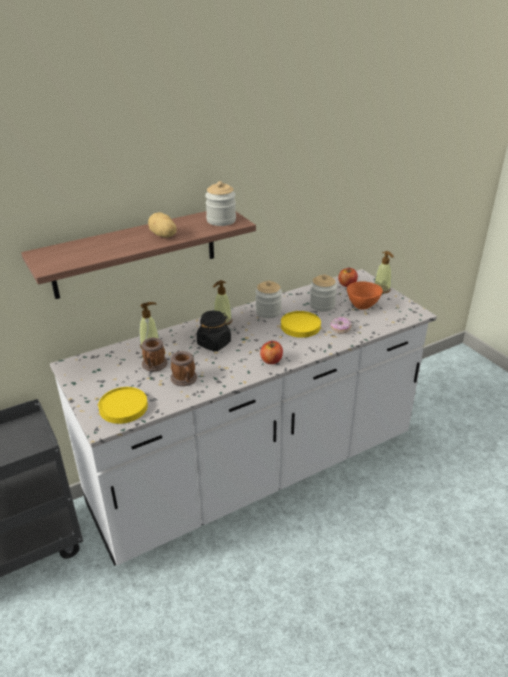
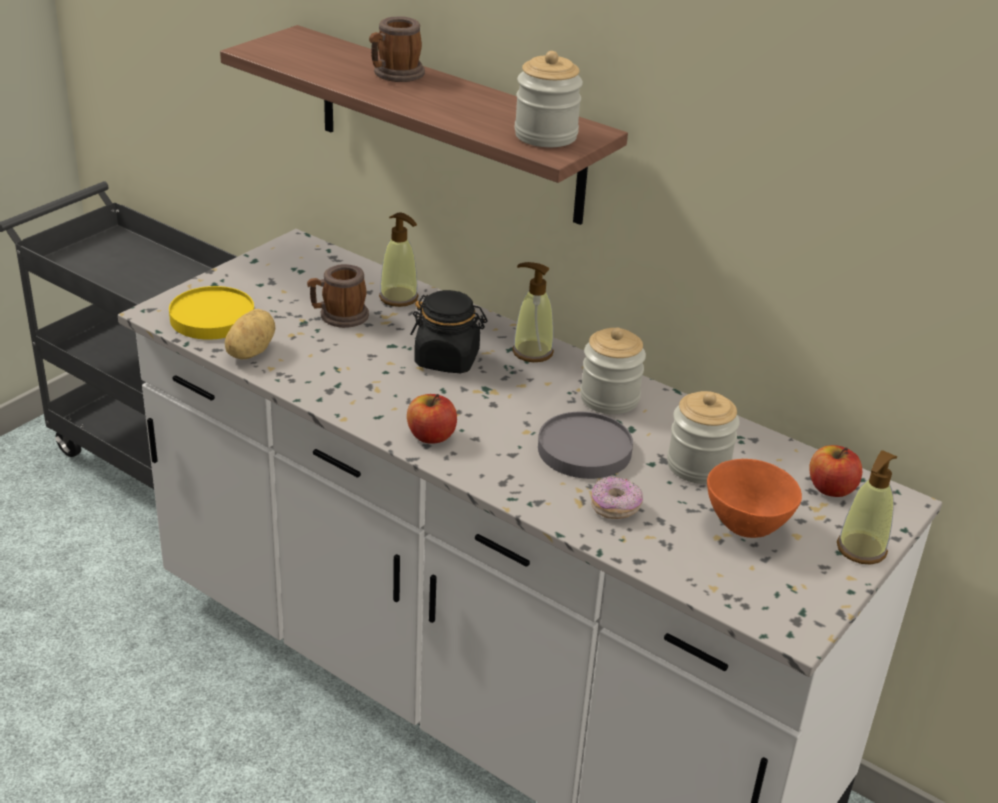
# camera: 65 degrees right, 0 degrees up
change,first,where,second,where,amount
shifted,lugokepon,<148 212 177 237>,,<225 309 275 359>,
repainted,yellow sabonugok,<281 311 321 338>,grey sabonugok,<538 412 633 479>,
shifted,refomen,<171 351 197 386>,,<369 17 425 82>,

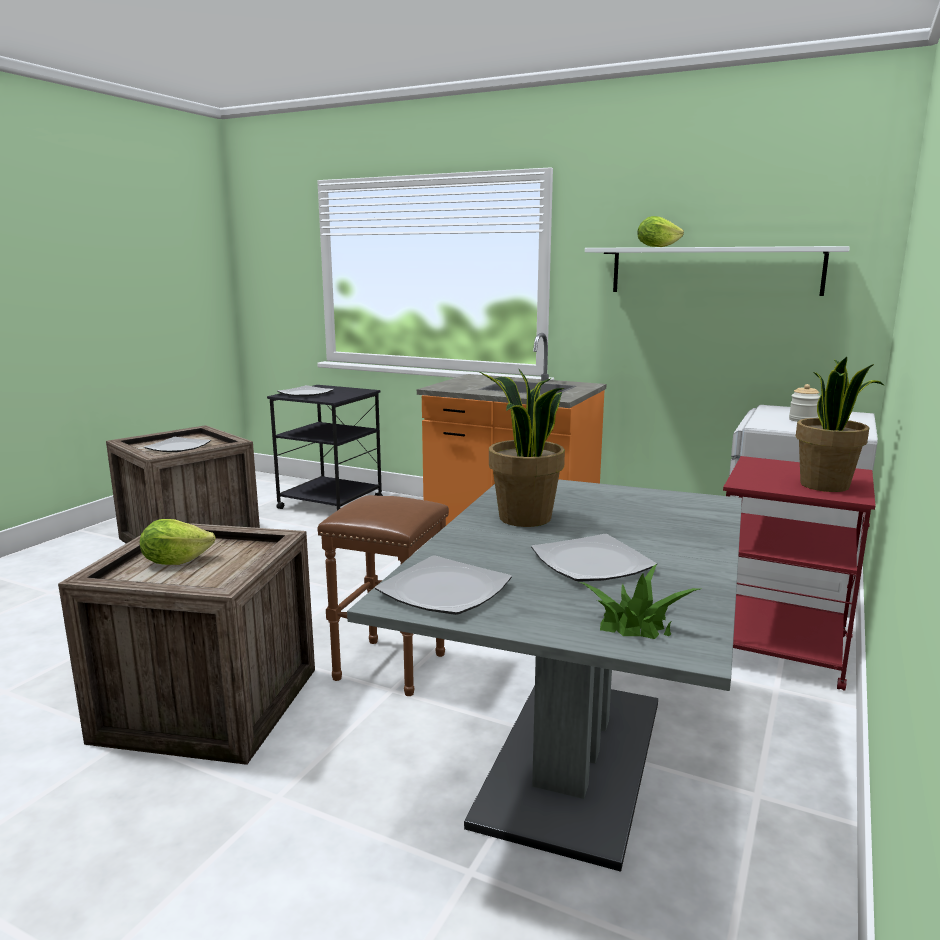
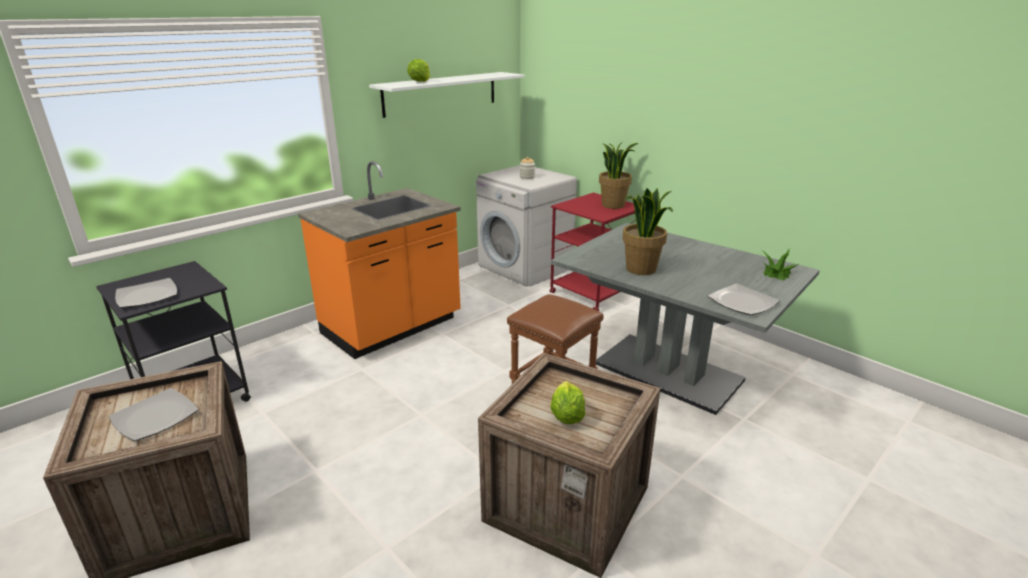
# camera: 70 degrees left, 10 degrees up
change,first,where,second,where,amount
gone,sabonugok,<531 534 657 582>,,,

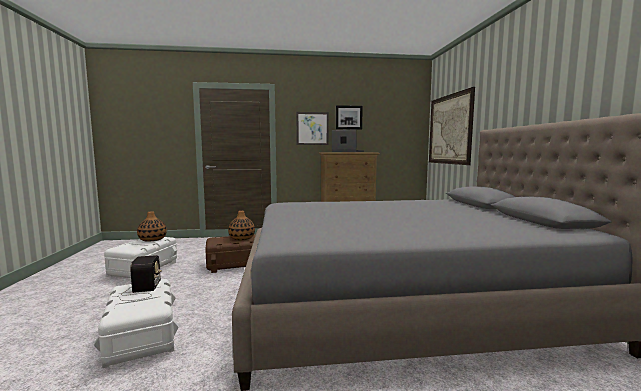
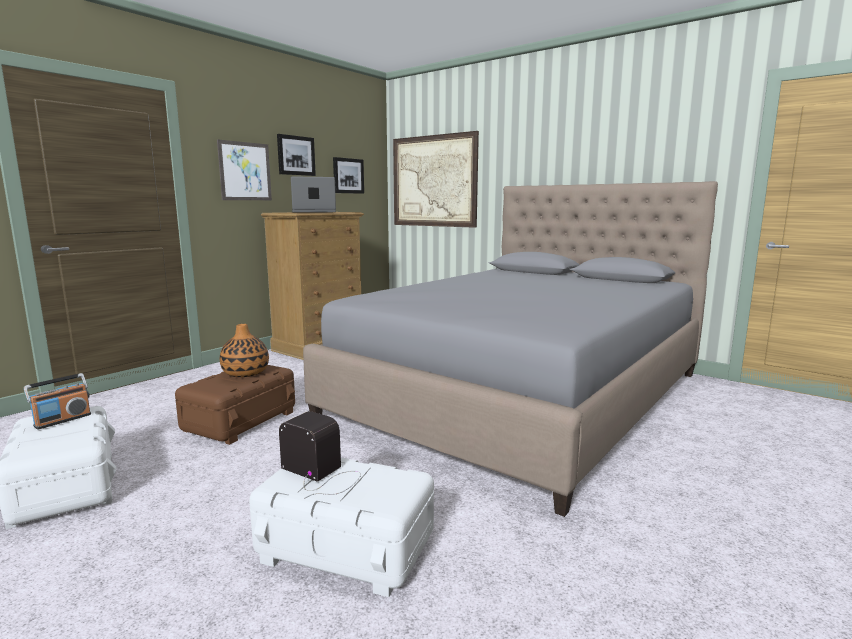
# camera: 45 degrees left, 5 degrees up
change,first,where,second,where,amount
swapped,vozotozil,<137 211 167 242>,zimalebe,<24 373 91 430>,
new,,,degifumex,<333 157 364 194>,

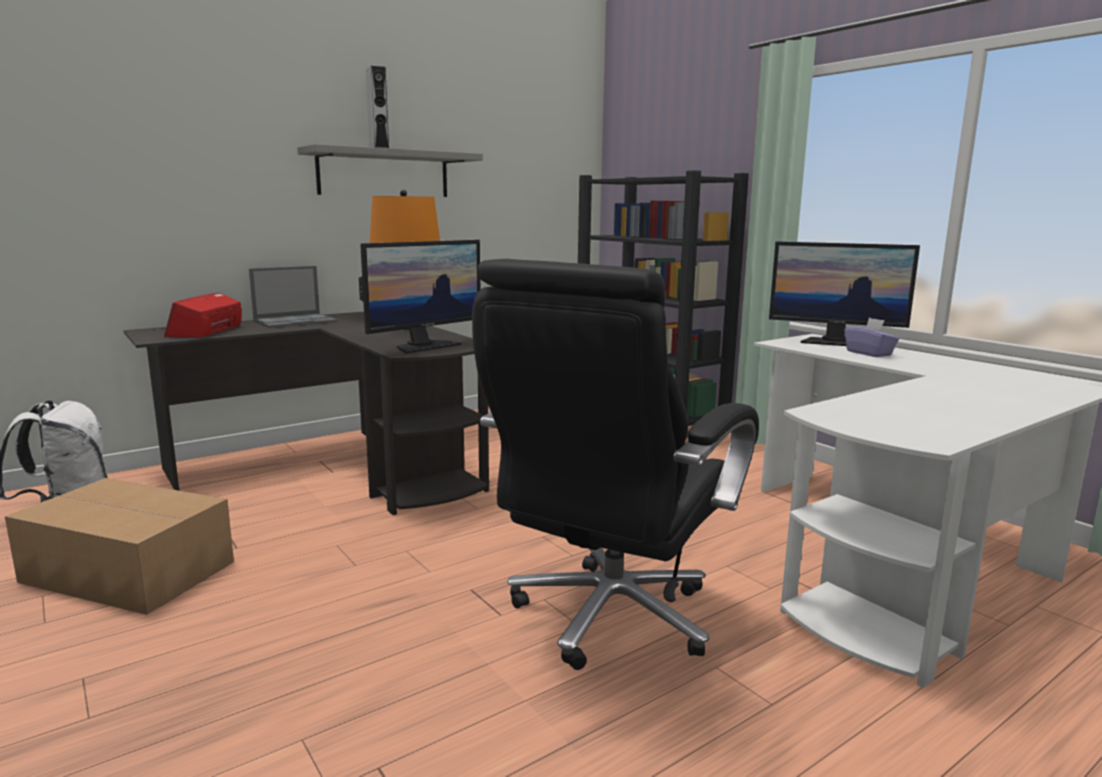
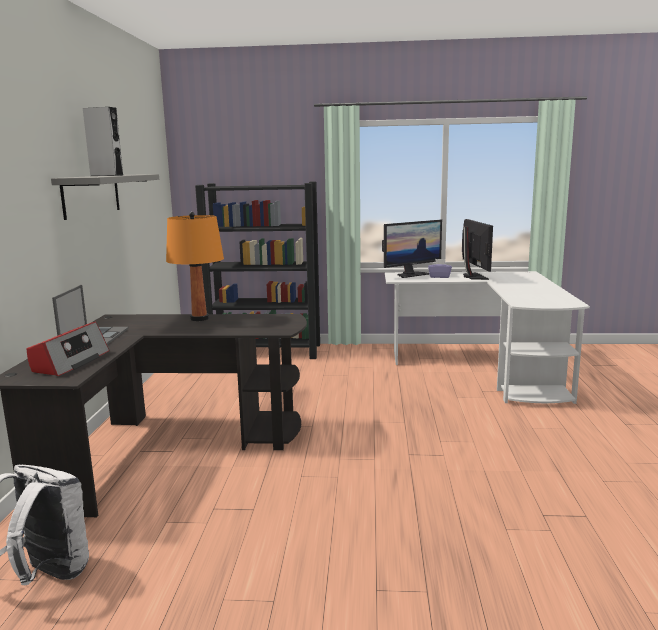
# camera: 50 degrees left, 0 degrees up
change,first,where,second,where,amount
shifted,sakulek,<359 240 480 354>,,<462 219 493 280>,
gone,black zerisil,<472 259 759 670>,,,
rotated,zimalebe,<164 293 242 337>,,<27 322 110 376>,120 degrees counterclockwise
gone,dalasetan,<5 478 234 615>,,,

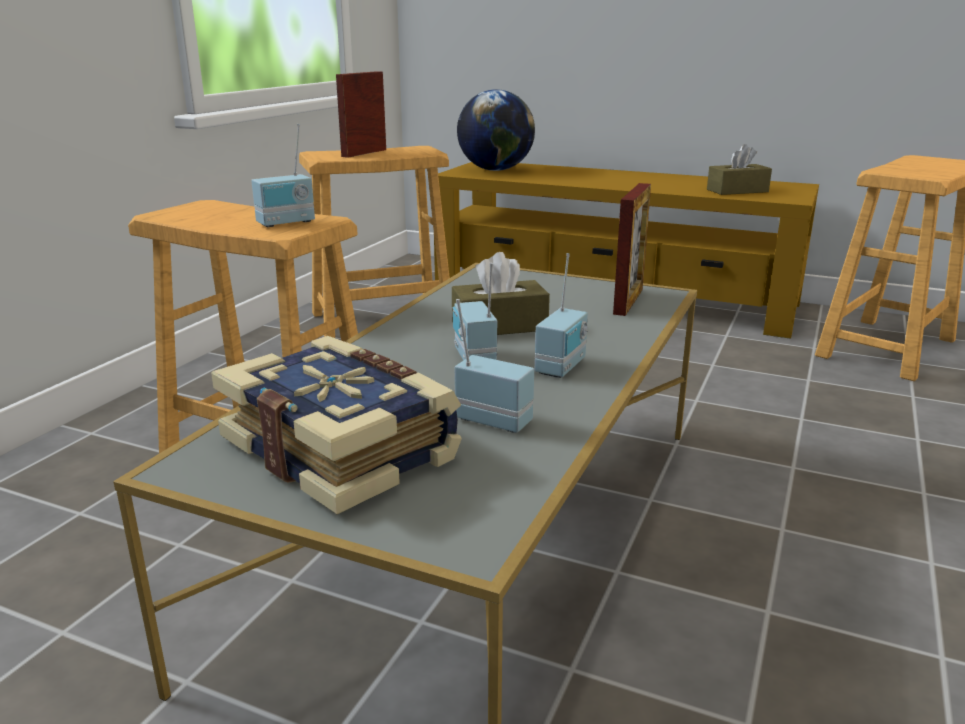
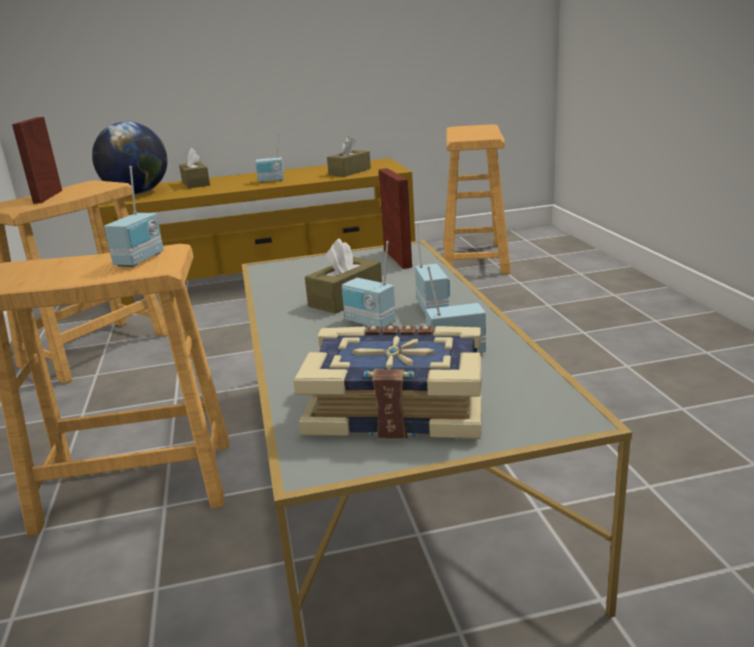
# camera: 35 degrees left, 0 degrees up
change,first,where,second,where,amount
new,,,zimalebe,<255 133 284 183>,
new,,,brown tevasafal,<179 148 210 189>,

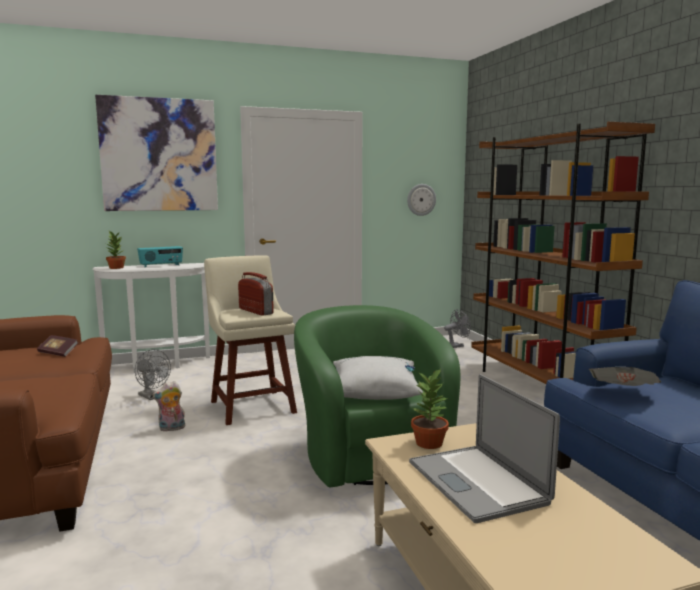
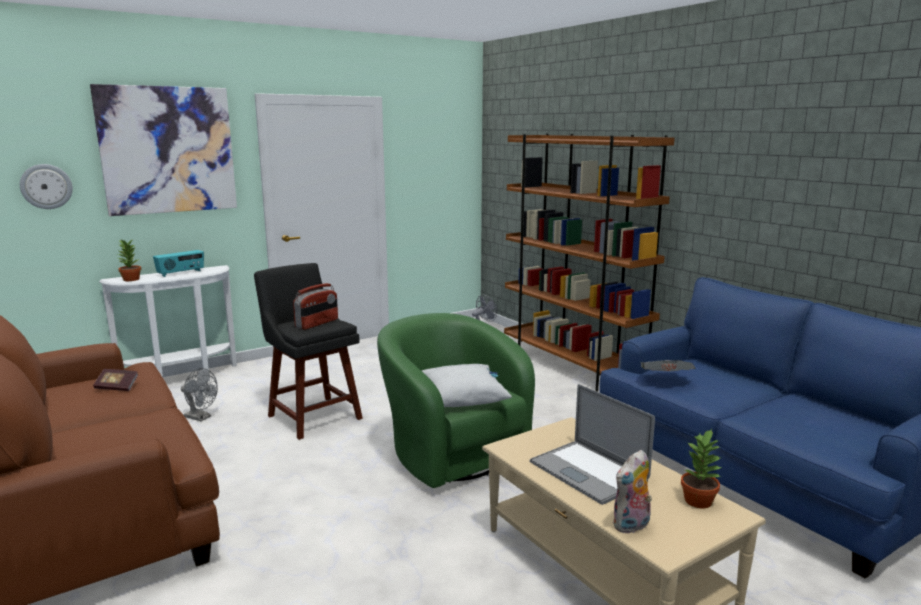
# camera: 15 degrees left, 5 degrees up
change,first,where,second,where,amount
shifted,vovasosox,<407 184 436 216>,,<20 164 73 209>,
repainted,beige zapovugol,<204 256 297 425>,black zapovugol,<254 263 363 440>,
rotated,zimalebe,<238 272 274 316>,,<293 283 338 330>,90 degrees clockwise
shifted,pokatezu,<411 369 449 449>,,<681 429 722 508>,
shifted,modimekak,<152 381 186 432>,,<612 450 652 534>,

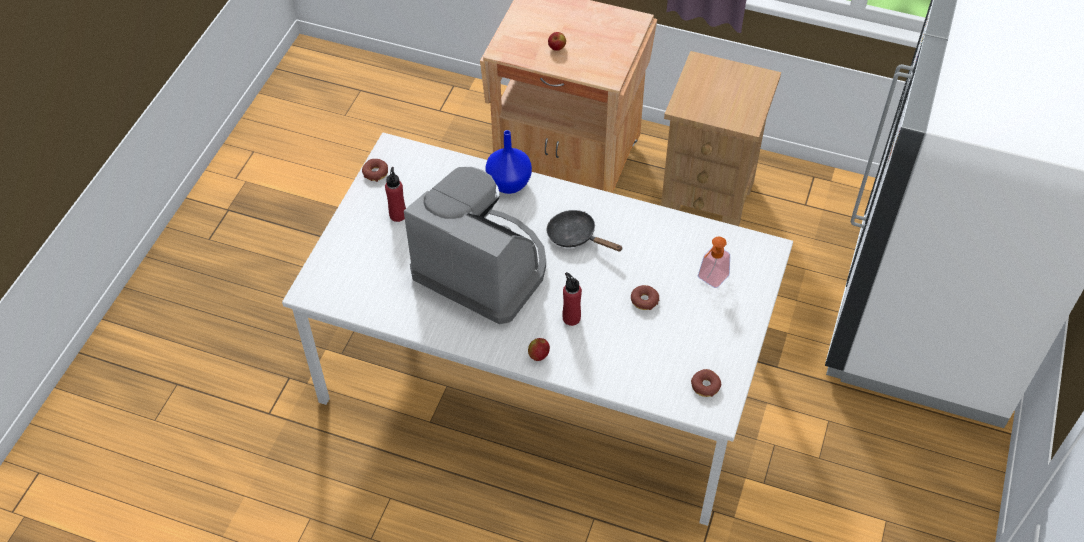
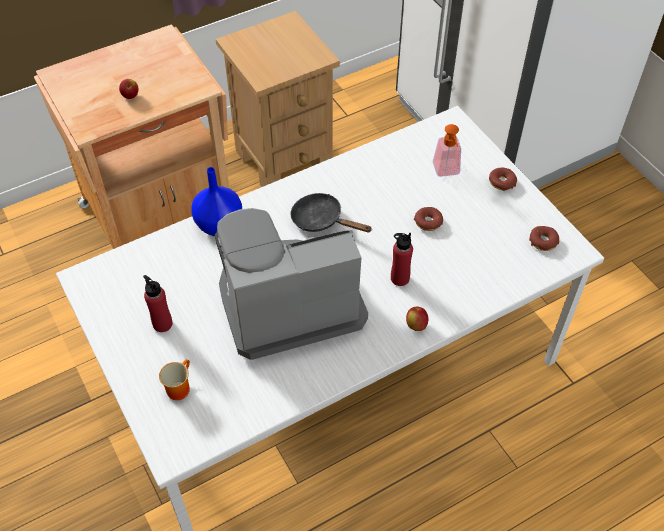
# camera: 50 degrees left, 0 degrees up
change,first,where,second,where,amount
shifted,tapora,<362 159 388 182>,,<489 168 517 191>,
rotated,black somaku,<546 210 623 251>,,<290 193 372 233>,45 degrees clockwise
new,,,refomen,<159 359 190 400>,

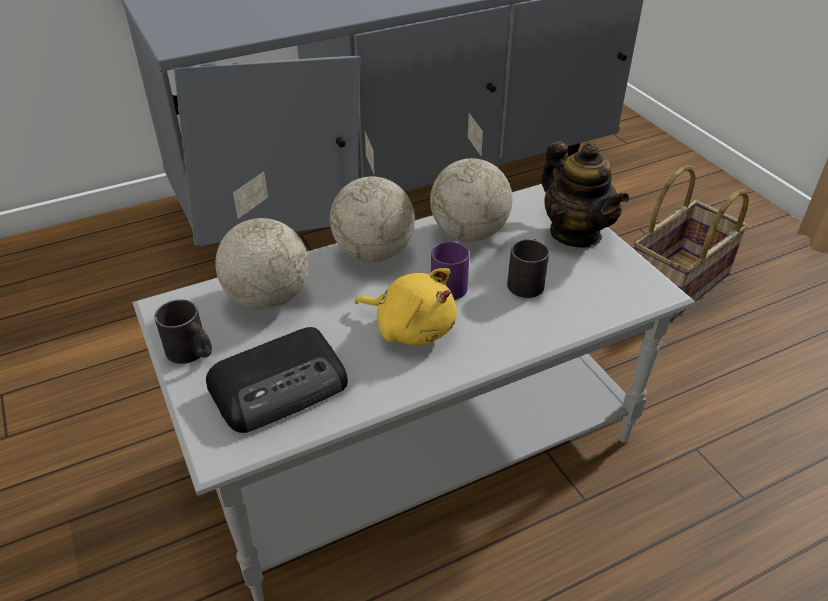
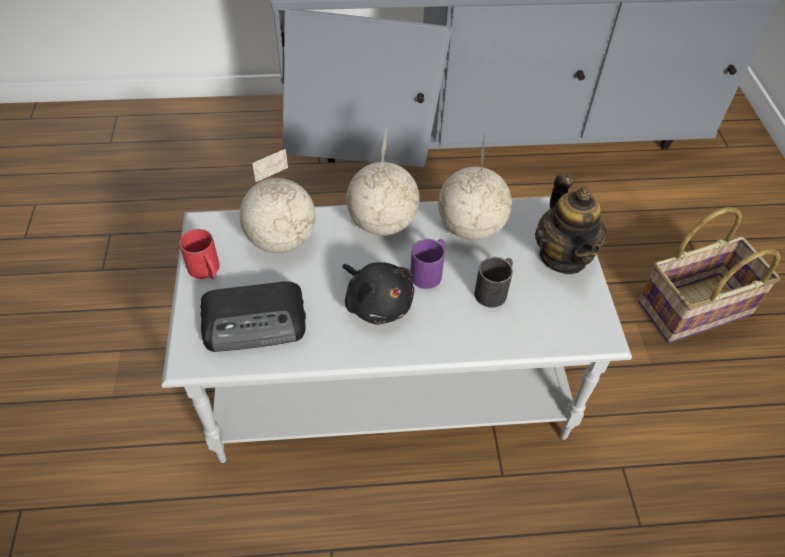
# camera: 20 degrees right, 10 degrees up
change,first,where,second,where,amount
repainted,yellow modimekak,<355 268 457 345>,black modimekak,<342 262 414 325>,
repainted,black refomen,<155 299 212 364>,red refomen,<179 229 220 279>,

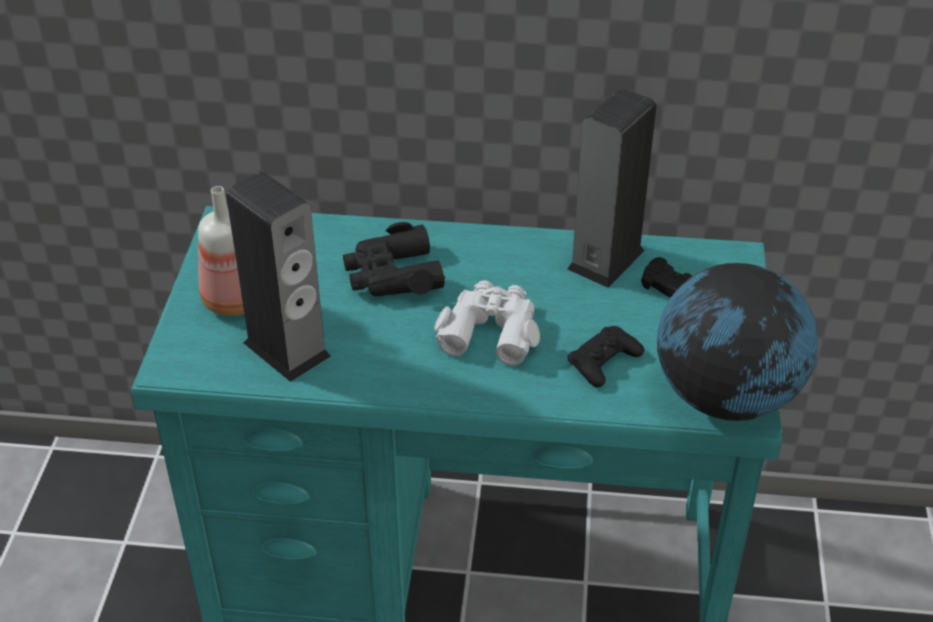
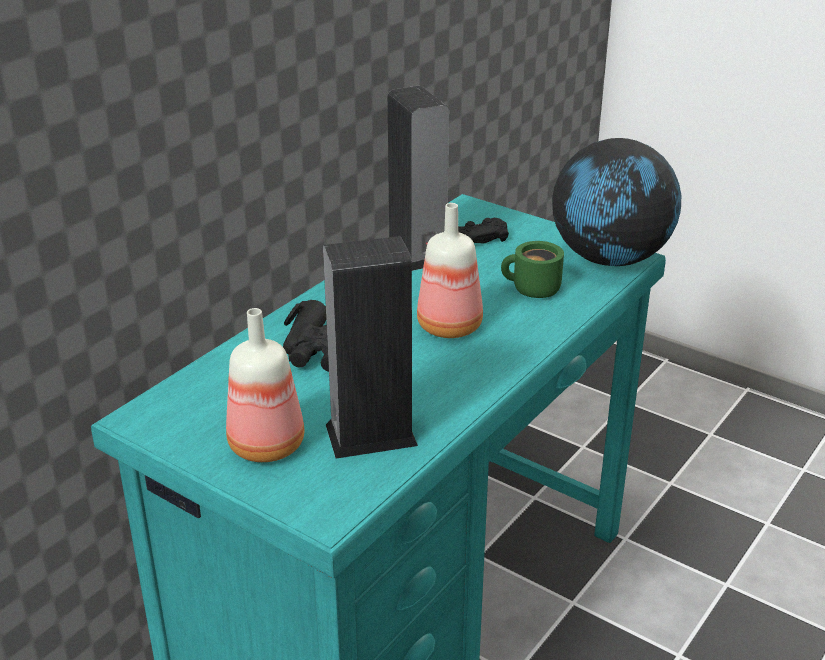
# camera: 60 degrees left, 10 degrees down
change,first,where,second,where,amount
swapped,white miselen,<434 281 540 366>,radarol,<417 203 483 338>,
swapped,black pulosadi,<567 326 644 387>,green refomen,<501 241 564 298>,

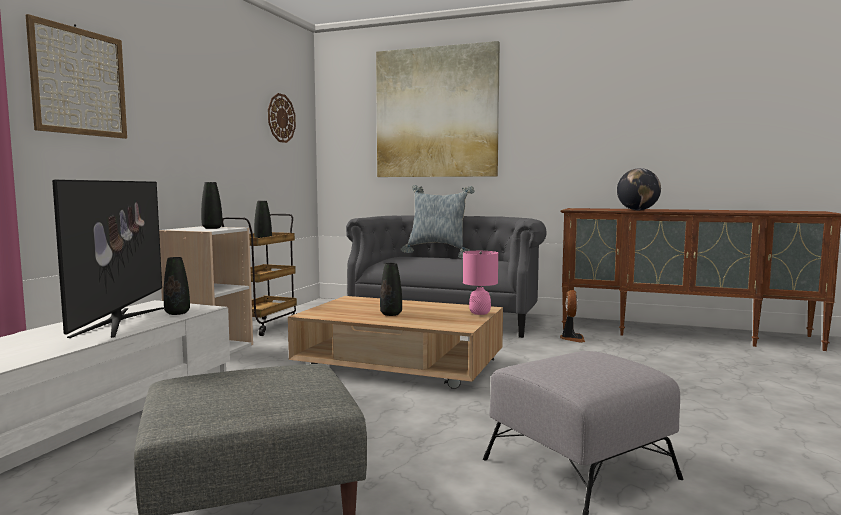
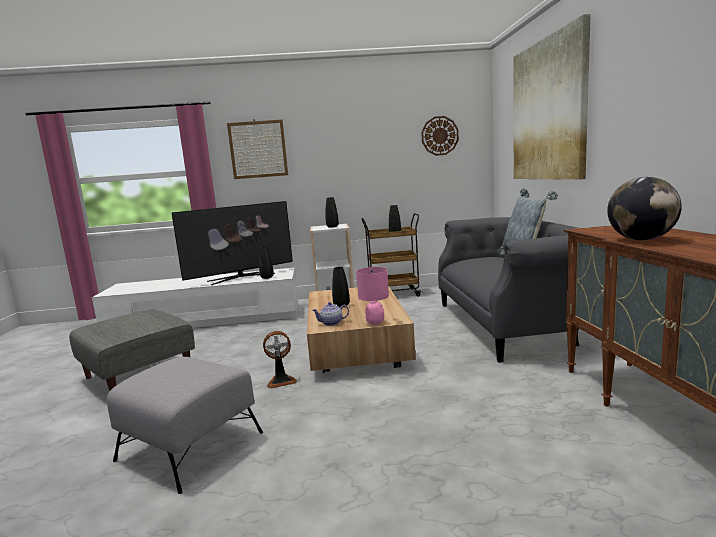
# camera: 65 degrees right, 5 degrees up
change,first,where,second,where,amount
shifted,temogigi,<560 290 585 343>,,<263 331 297 389>,
new,,,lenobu,<312 302 349 326>,

